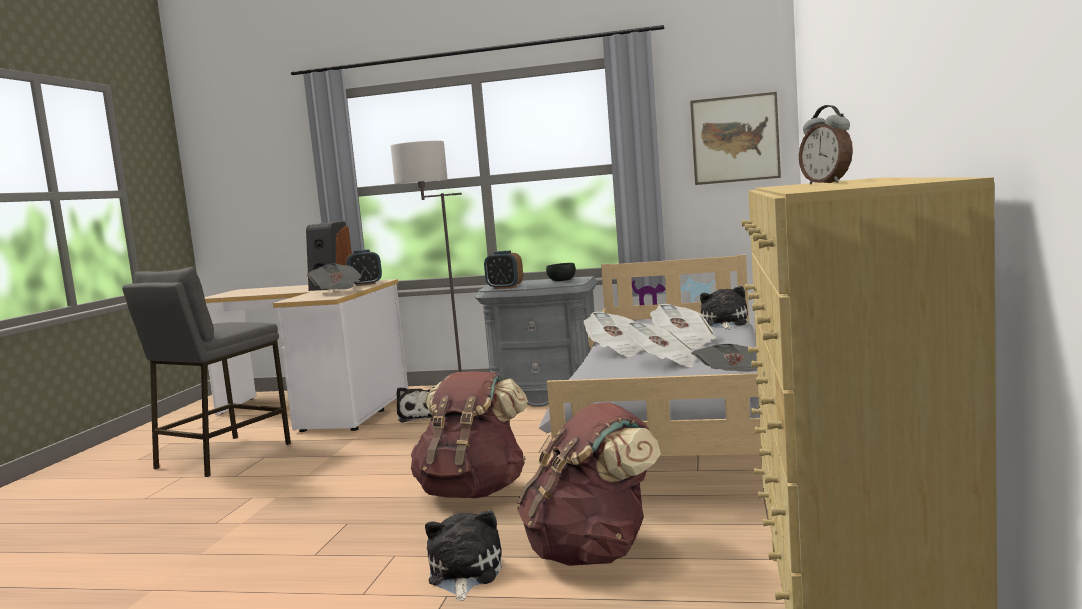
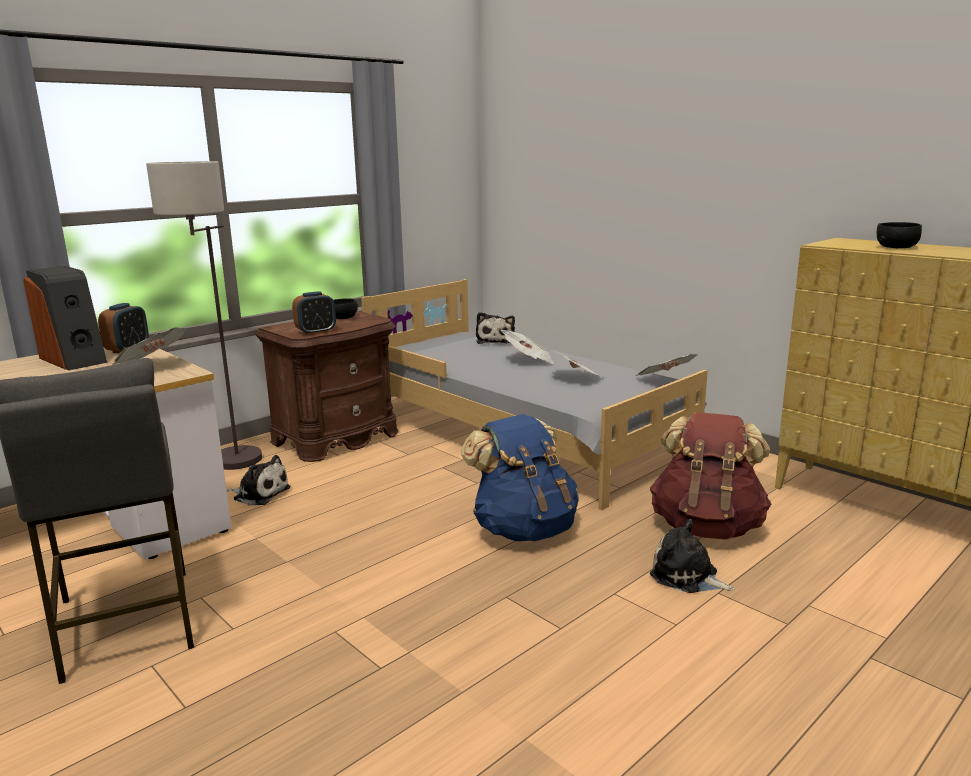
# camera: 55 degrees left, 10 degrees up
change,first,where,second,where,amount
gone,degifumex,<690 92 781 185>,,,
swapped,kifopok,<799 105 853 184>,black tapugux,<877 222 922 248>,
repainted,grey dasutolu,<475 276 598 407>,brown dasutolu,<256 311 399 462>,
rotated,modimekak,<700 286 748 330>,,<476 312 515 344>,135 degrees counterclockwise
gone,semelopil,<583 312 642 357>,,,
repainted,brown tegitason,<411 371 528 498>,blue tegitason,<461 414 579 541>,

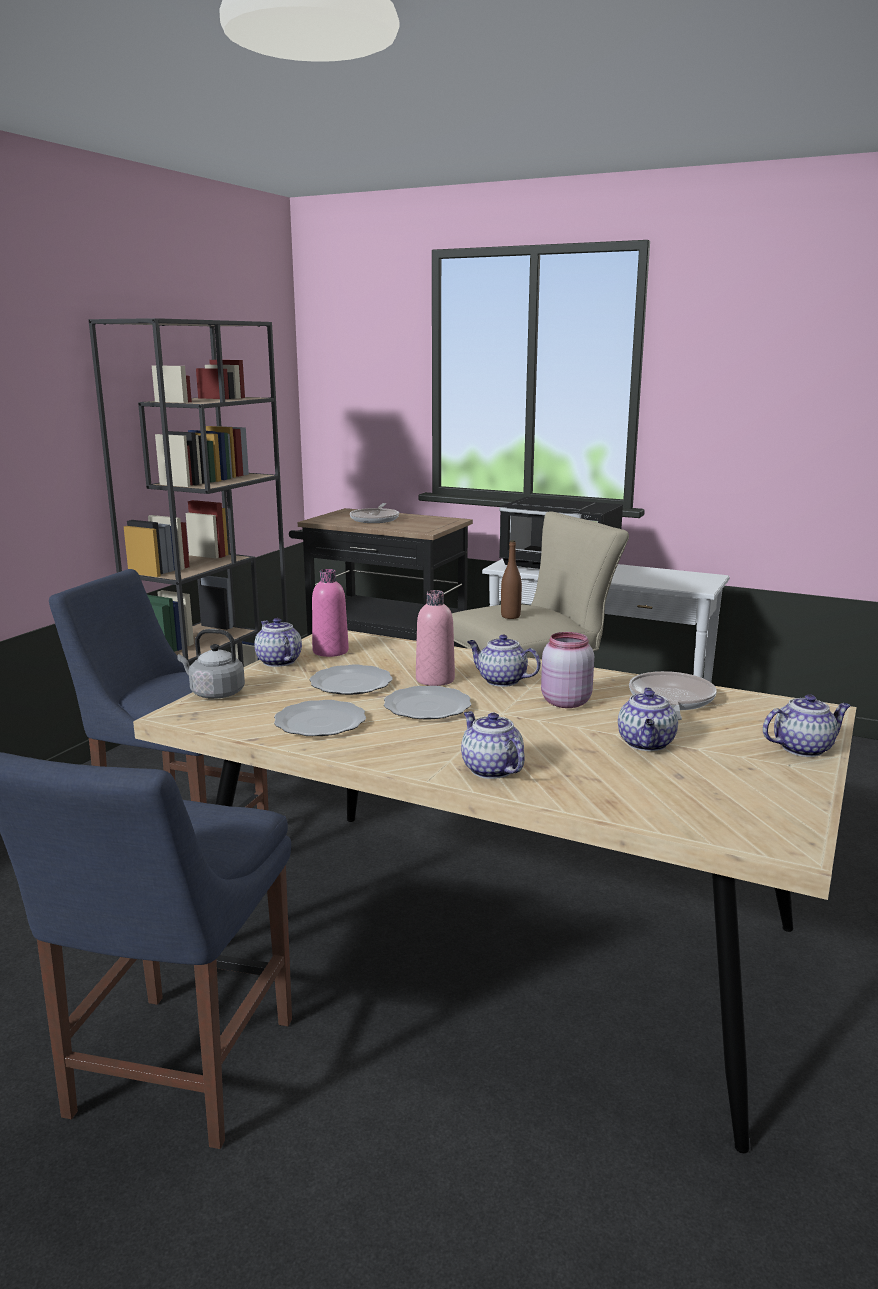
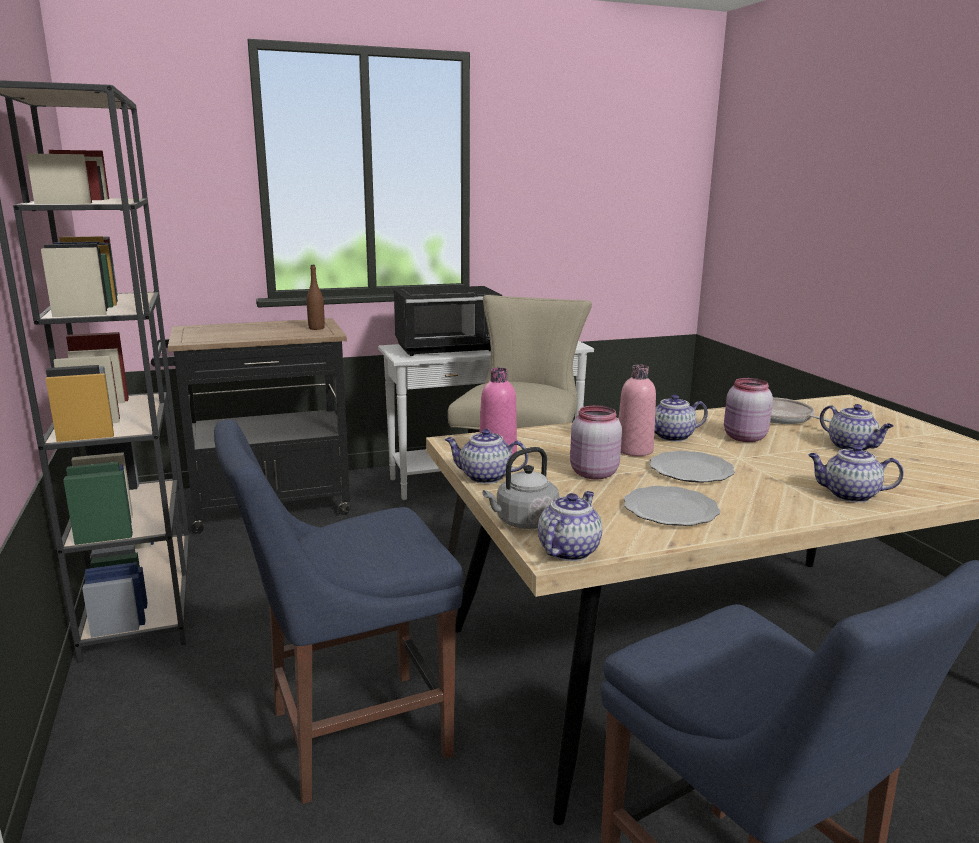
# camera: 45 degrees left, 0 degrees up
change,first,where,second,where,amount
gone,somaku,<350 503 399 523>,,,
shifted,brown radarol,<501 540 522 619>,,<307 265 325 330>,
swapped,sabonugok,<309 665 393 695>,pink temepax,<570 405 622 479>,
shifted,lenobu,<763 694 851 757>,,<538 491 602 561>,

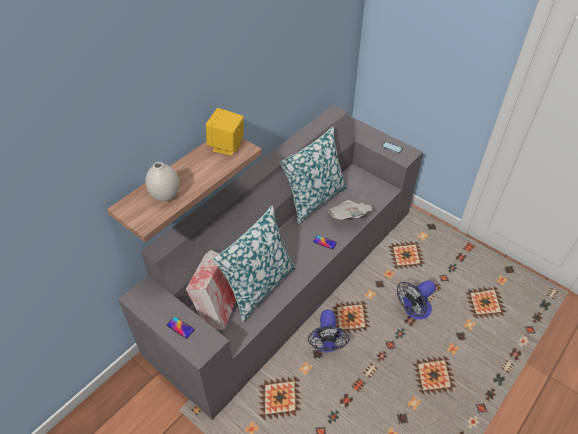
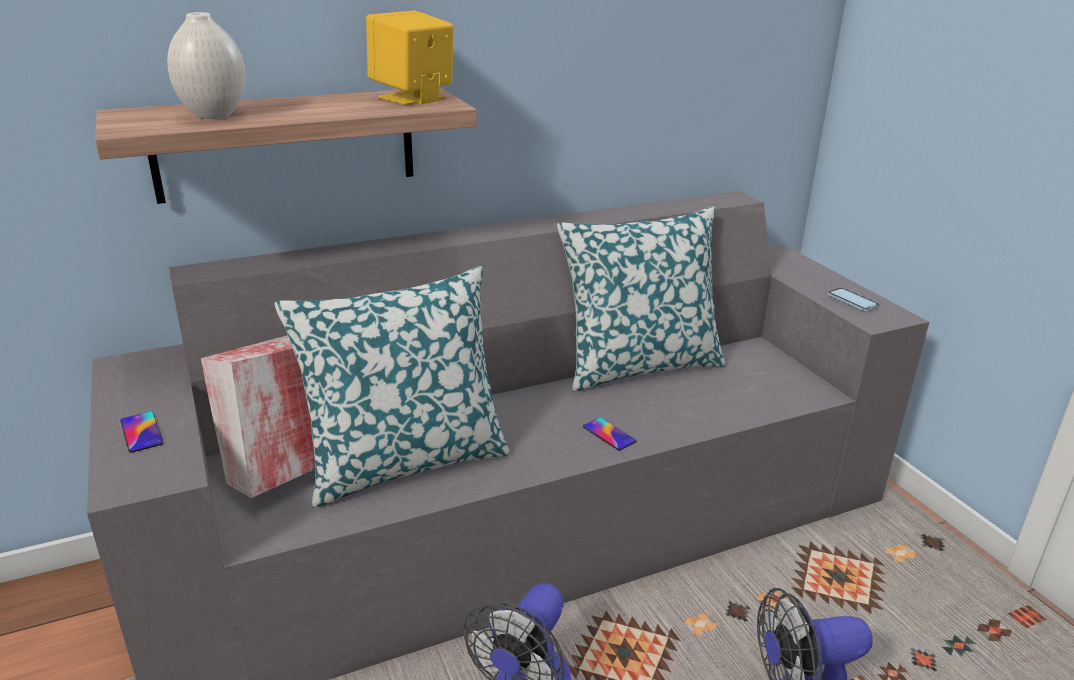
# camera: 25 degrees right, 20 degrees down
change,first,where,second,where,amount
gone,semelopil,<328 200 373 219>,,,

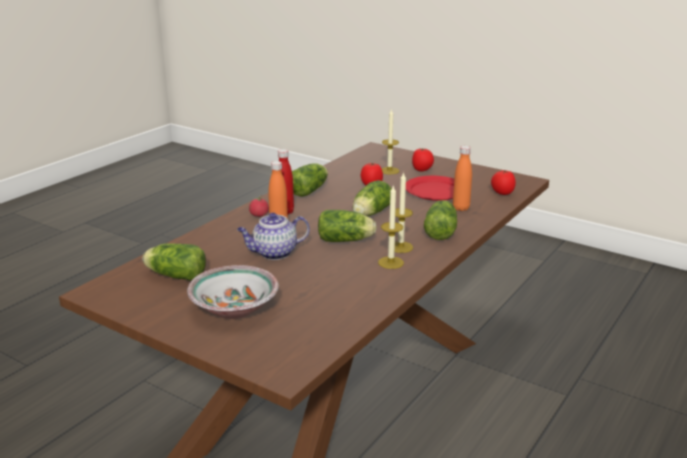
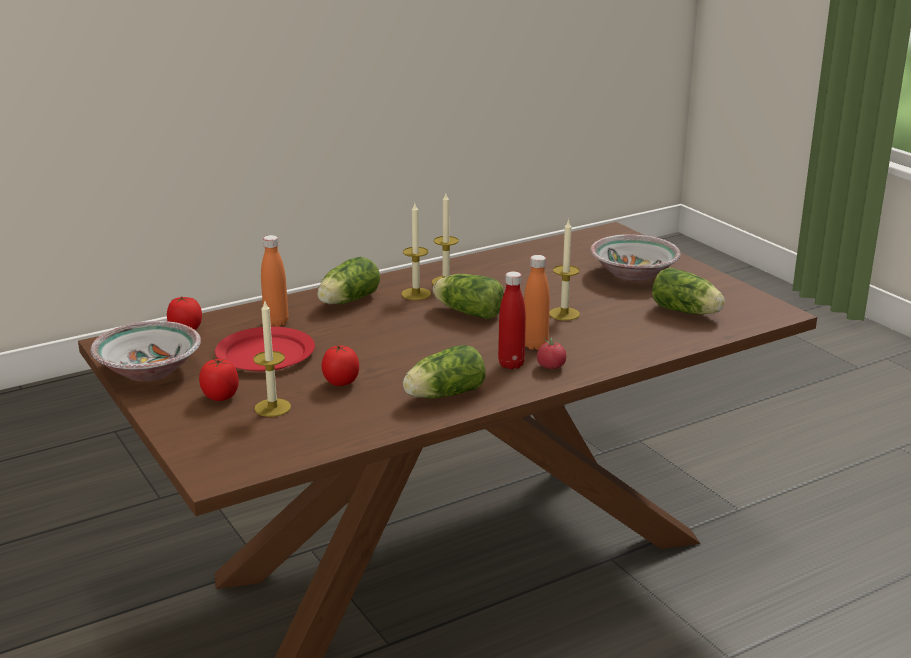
# camera: 155 degrees left, 0 degrees up
change,first,where,second,where,amount
gone,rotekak,<353 180 392 216>,,,
swapped,lenobu,<237 213 310 260>,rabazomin,<549 219 580 321>,
new,,,tapugux,<90 321 201 381>,

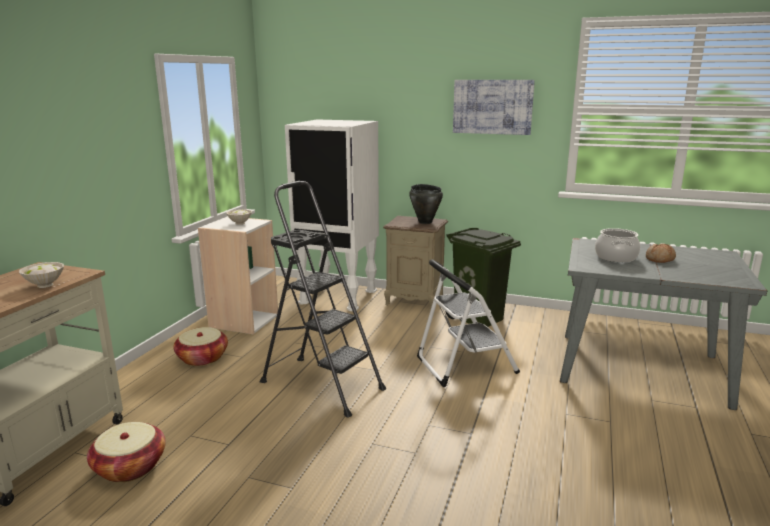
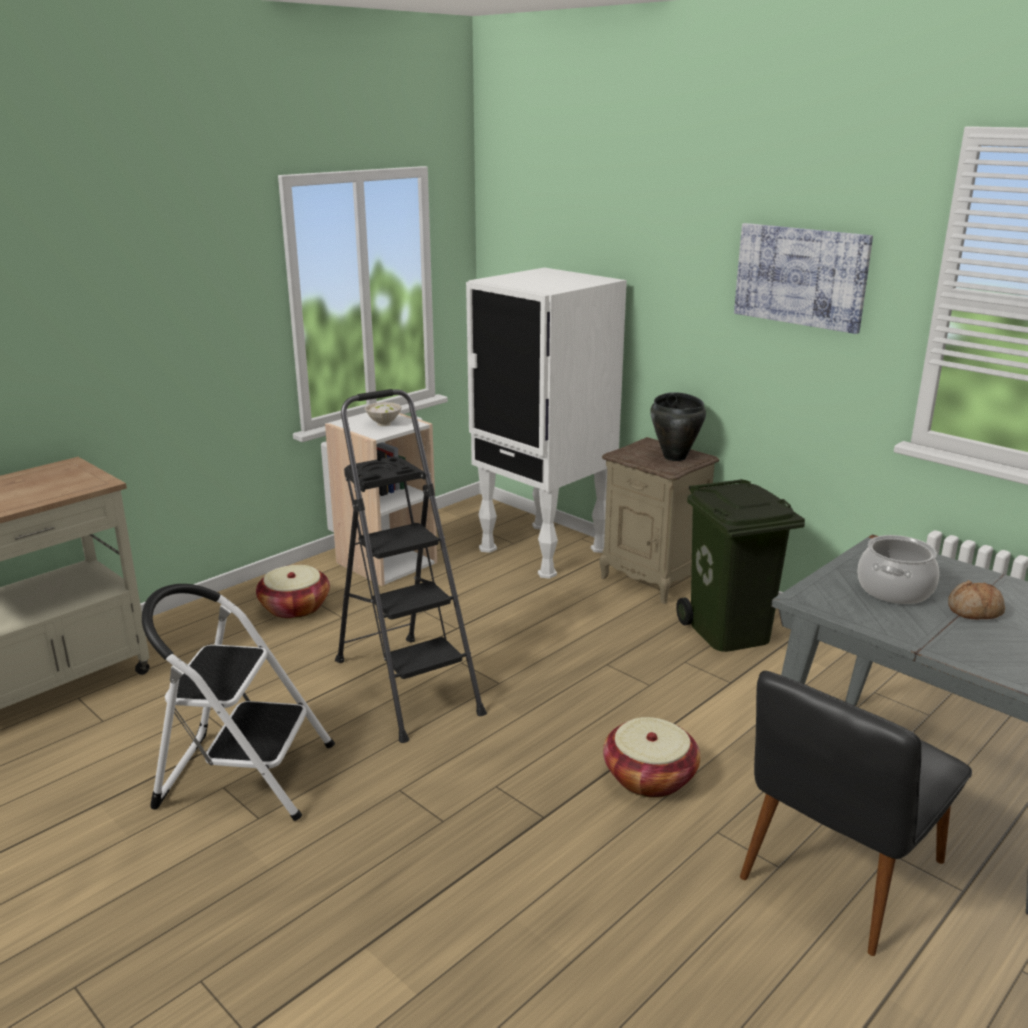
# camera: 25 degrees right, 5 degrees up
change,first,where,second,where,amount
shifted,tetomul,<417 259 520 387>,,<142 584 335 821>,
gone,white tapugux,<19 262 64 288>,,,
shifted,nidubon,<87 422 165 483>,,<603 717 700 798>,
new,,,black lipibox,<740 671 972 956>,

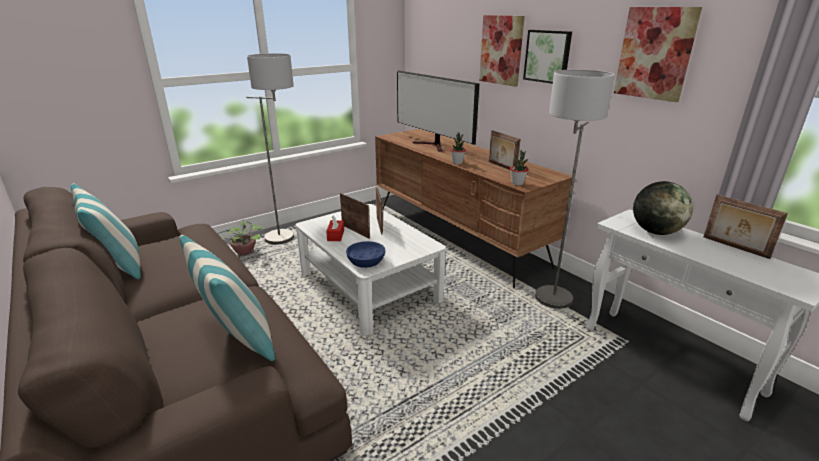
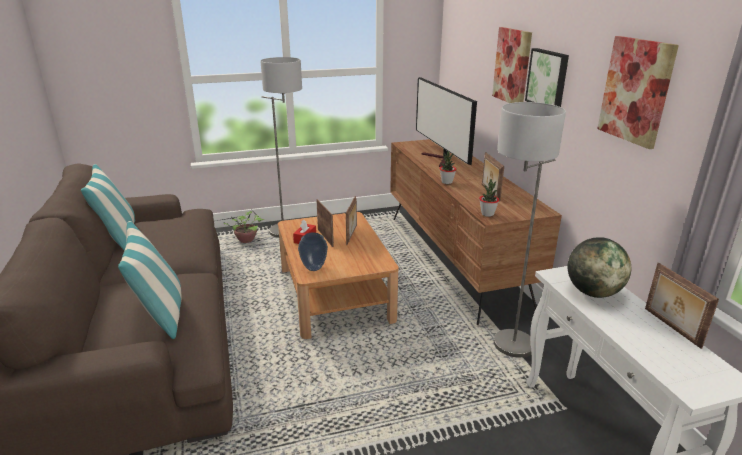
# camera: 20 degrees right, 0 degrees up
change,first,where,second,where,amount
repainted,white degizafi,<296 204 446 335>,brown degizafi,<278 212 399 339>,
swapped,blue tapugux,<346 241 385 268>,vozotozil,<298 233 328 271>,

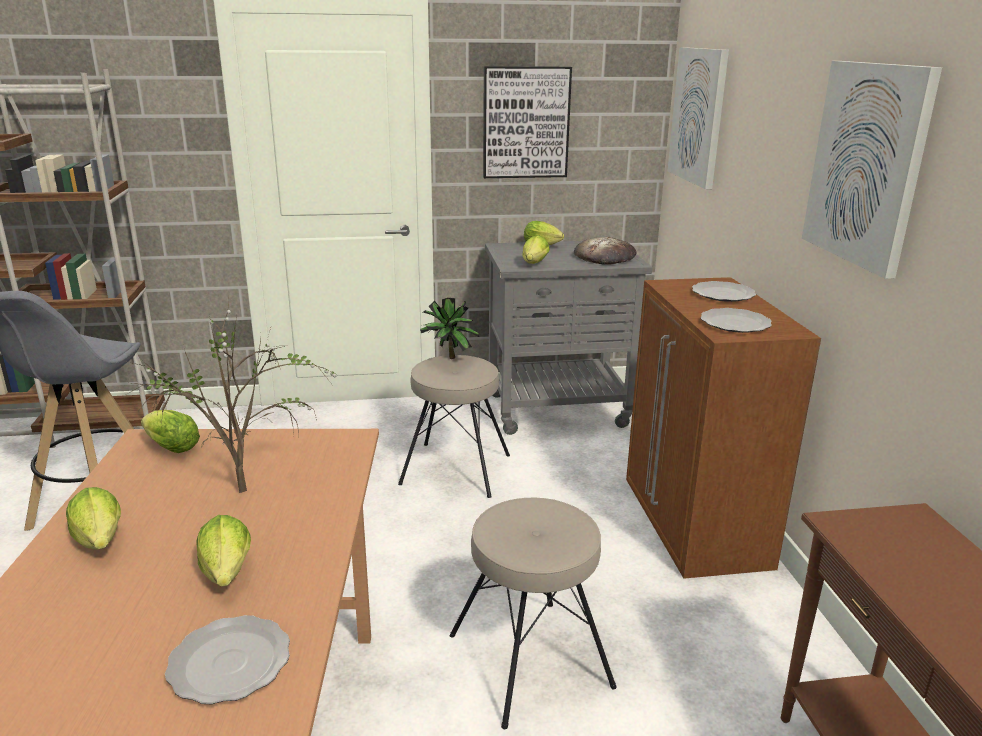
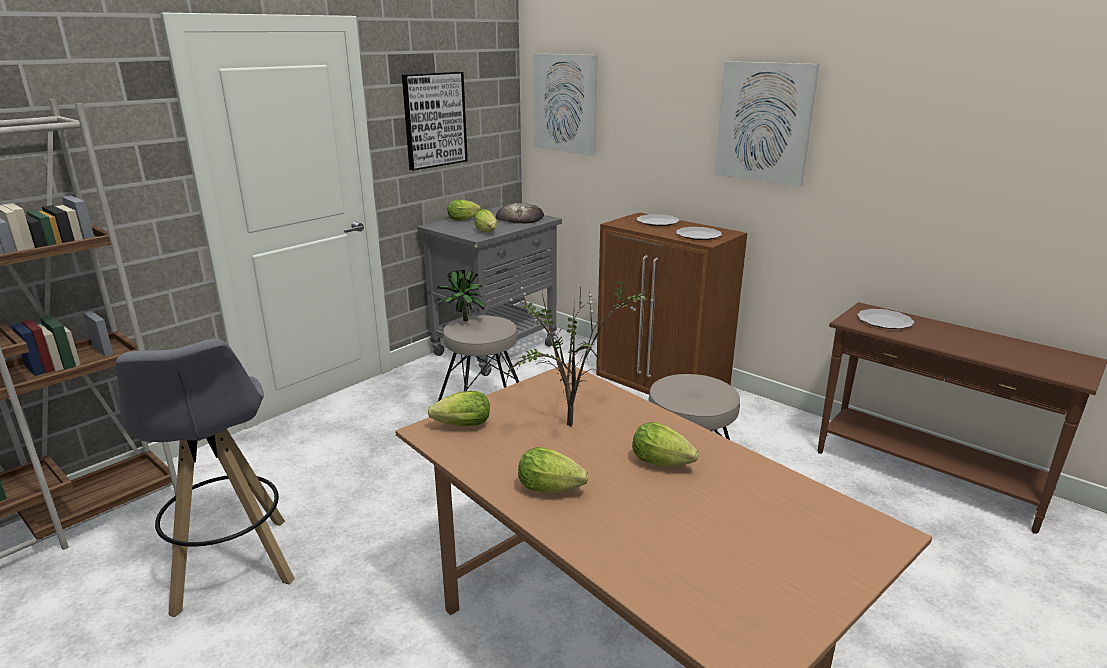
# camera: 40 degrees left, 0 degrees up
change,first,where,second,where,amount
shifted,sabonugok,<165 615 290 704>,,<857 309 914 329>,

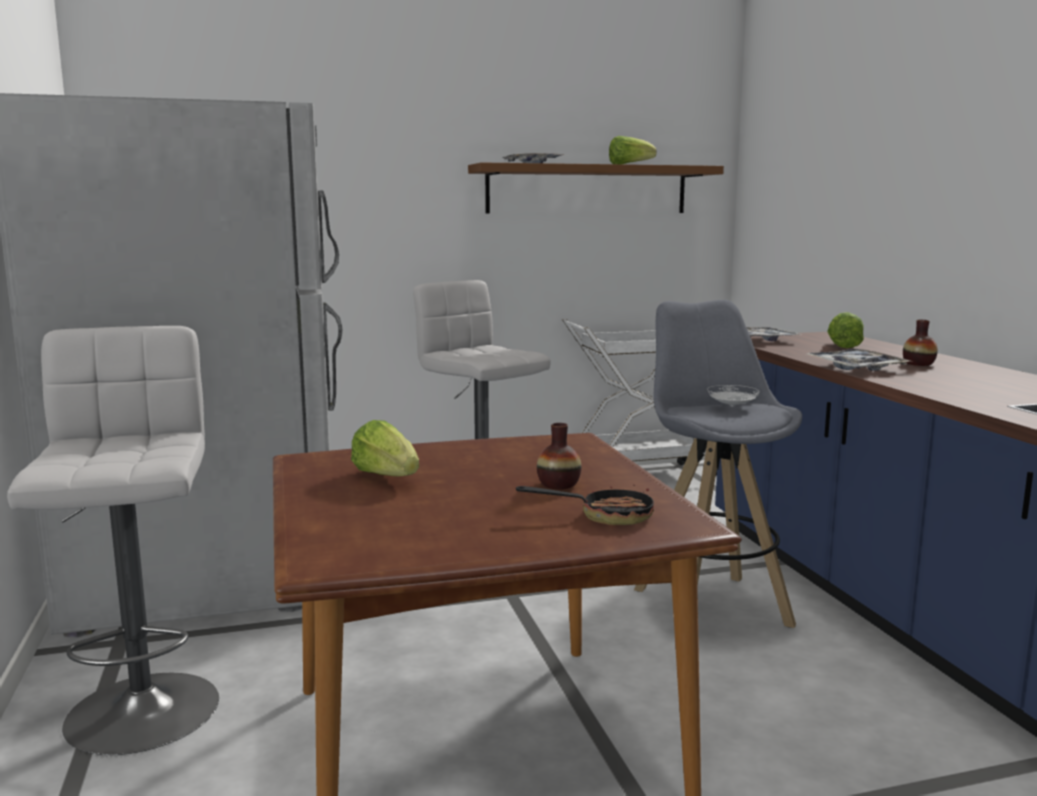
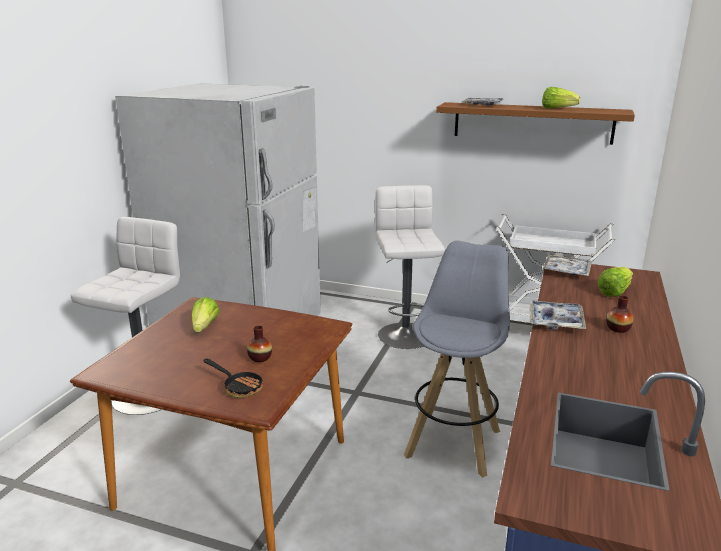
# camera: 35 degrees right, 10 degrees up
change,first,where,second,where,amount
gone,white sabonugok,<707 385 760 407>,,,

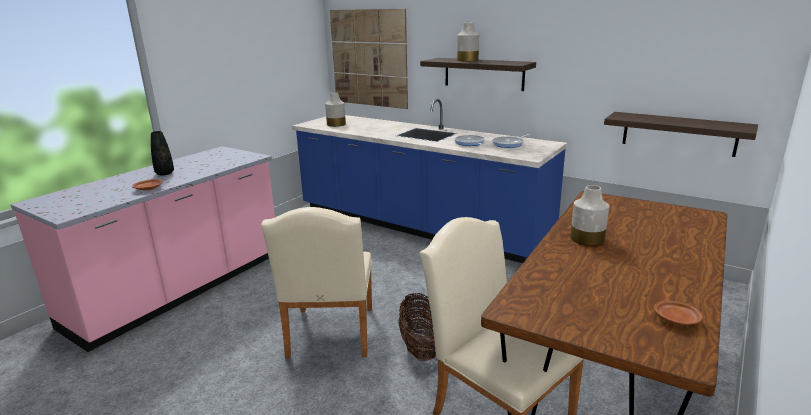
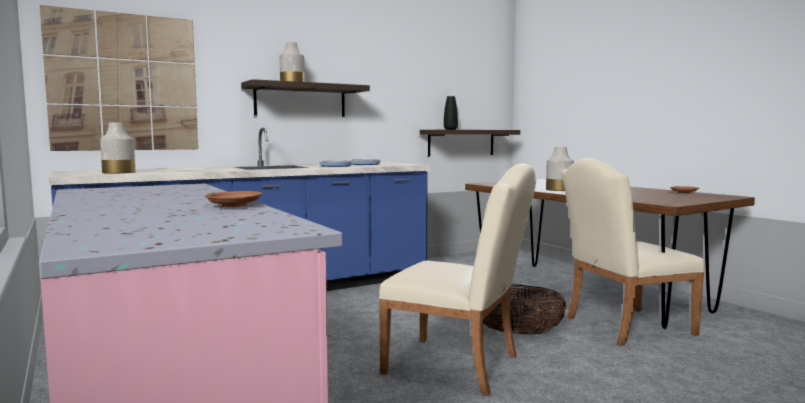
# camera: 65 degrees left, 15 degrees down
change,first,where,second,where,amount
shifted,black vozotozil,<151 131 174 176>,,<444 96 458 130>,

